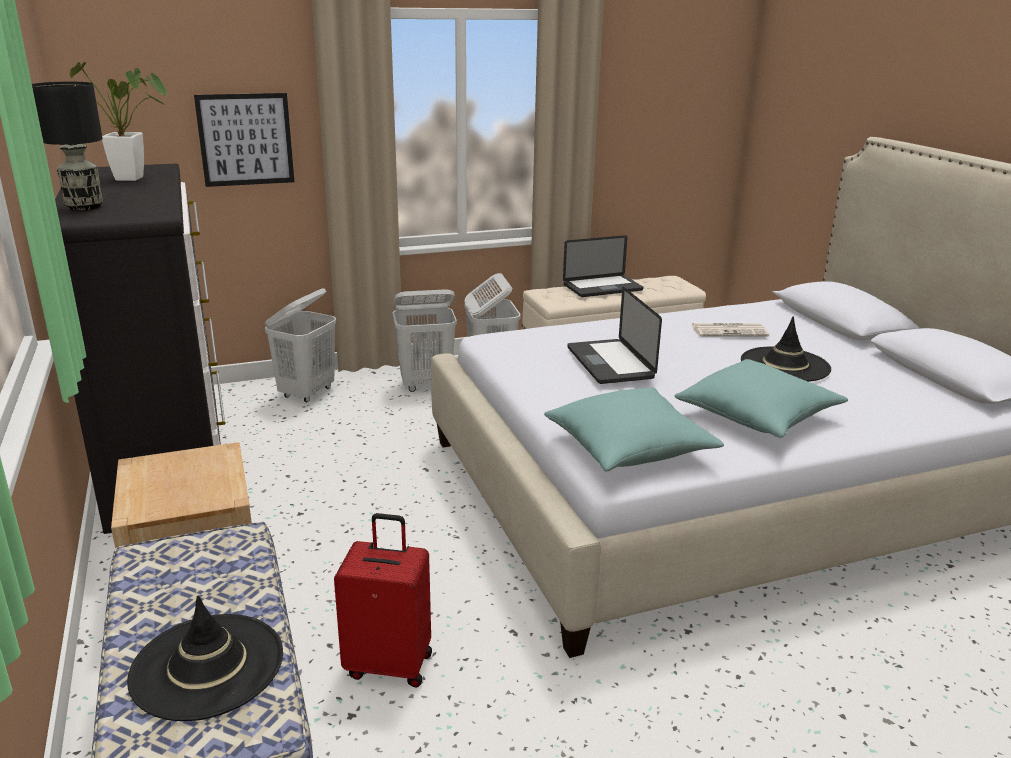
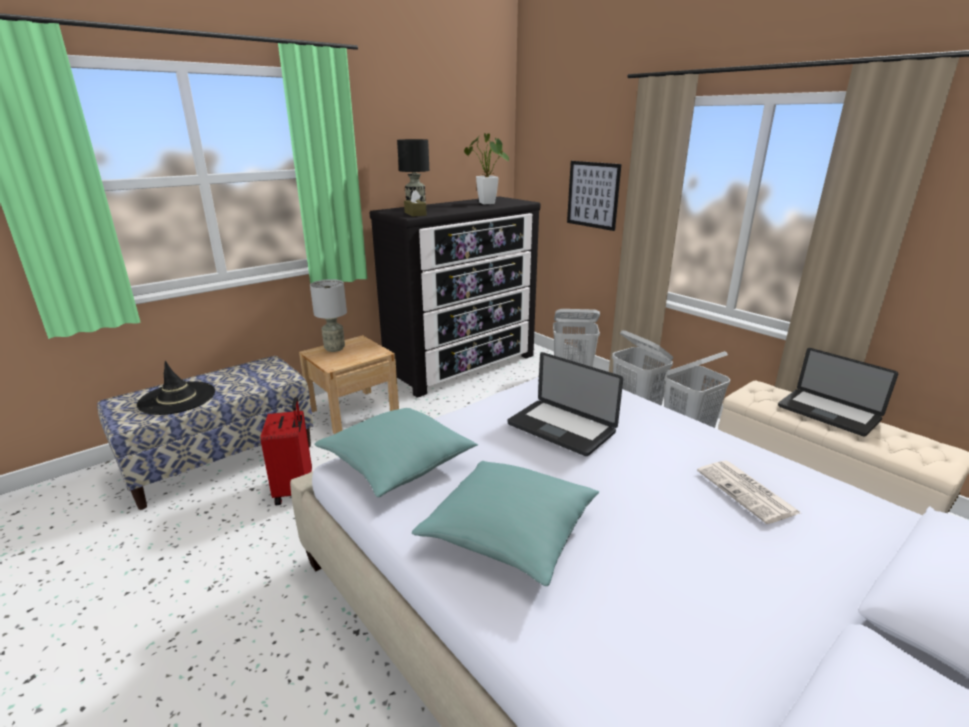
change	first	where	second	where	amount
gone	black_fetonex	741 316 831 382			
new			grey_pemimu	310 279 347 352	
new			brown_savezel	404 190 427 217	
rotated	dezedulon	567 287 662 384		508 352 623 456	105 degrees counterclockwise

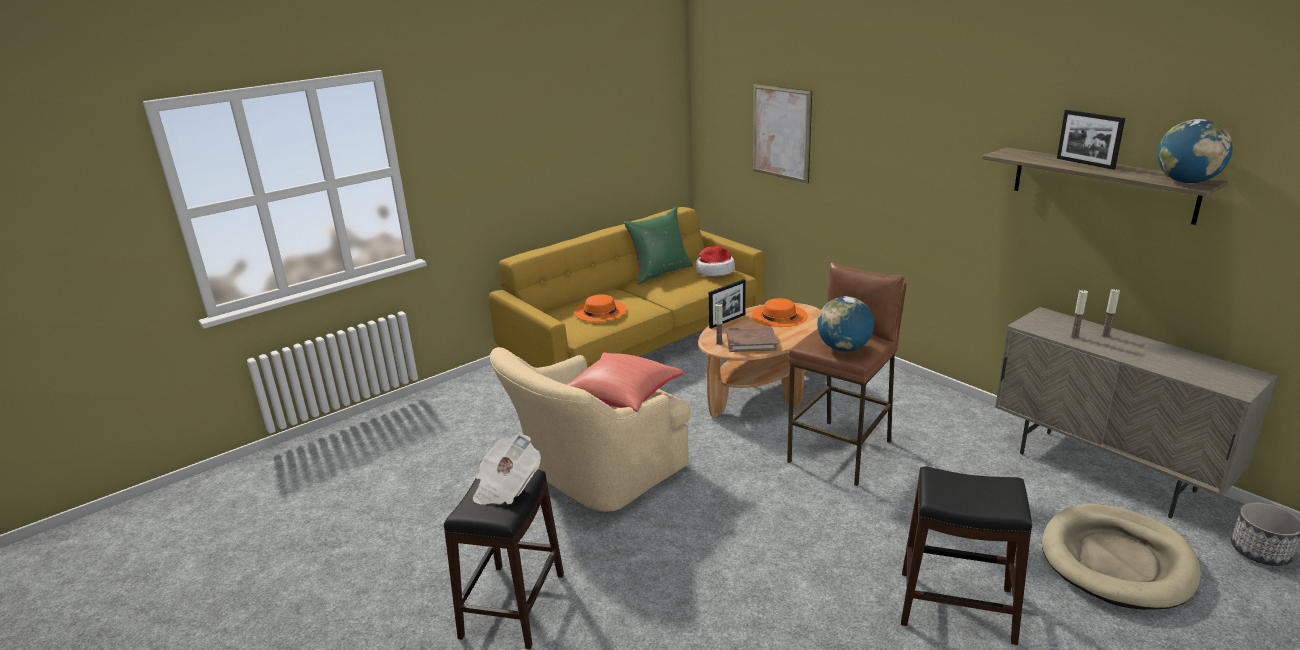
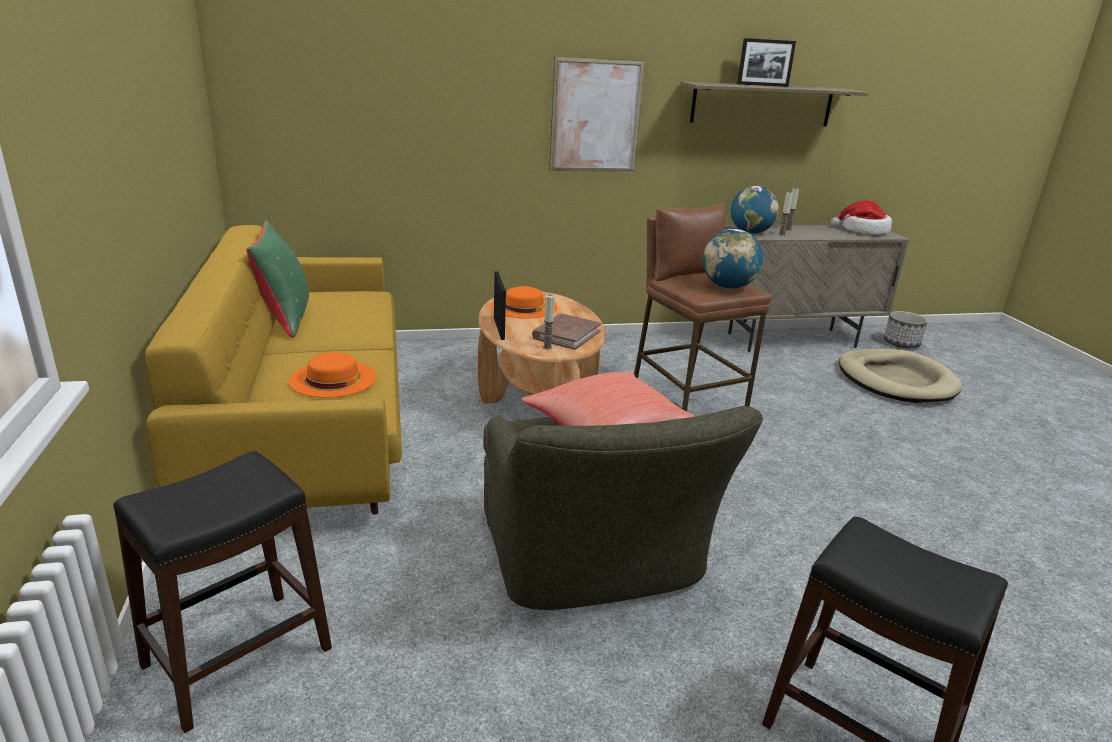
change	first	where	second	where	amount
gone	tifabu	472 434 541 505			
shifted	fetonex	696 246 735 276		831 200 892 235	
shifted	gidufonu	753 84 812 183		549 56 645 172	
shifted	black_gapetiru	901 467 1032 645		113 451 332 733	
shifted	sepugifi	1157 119 1233 183		731 186 779 234	
repainted	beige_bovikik	490 347 690 512	green_bovikik	483 401 763 610	

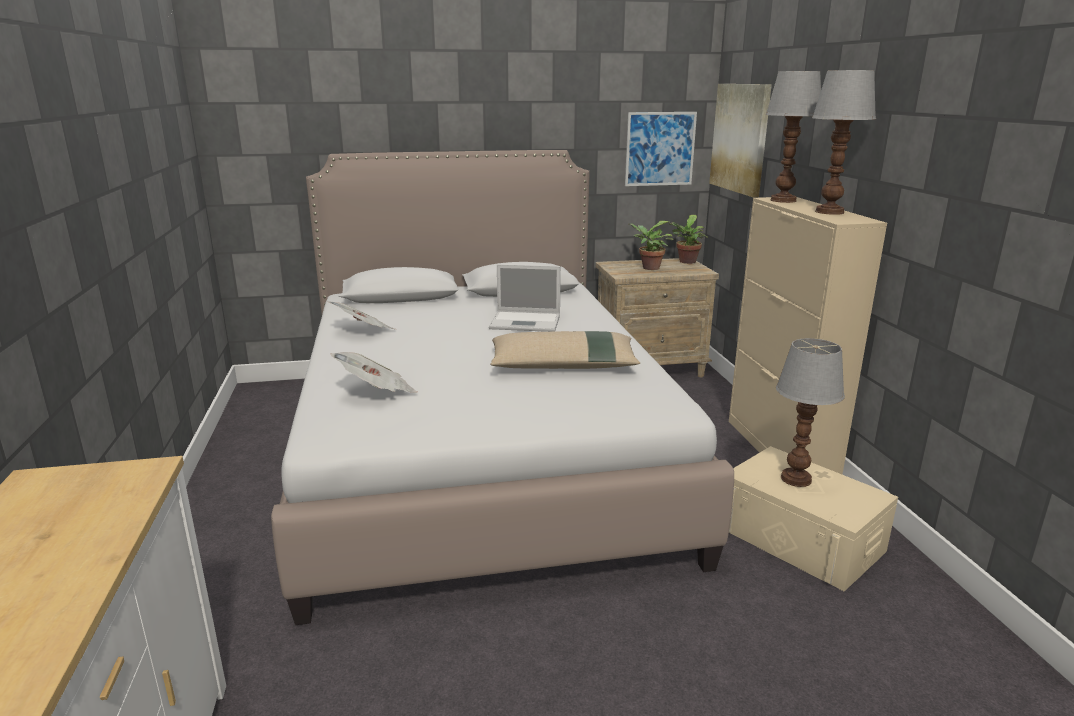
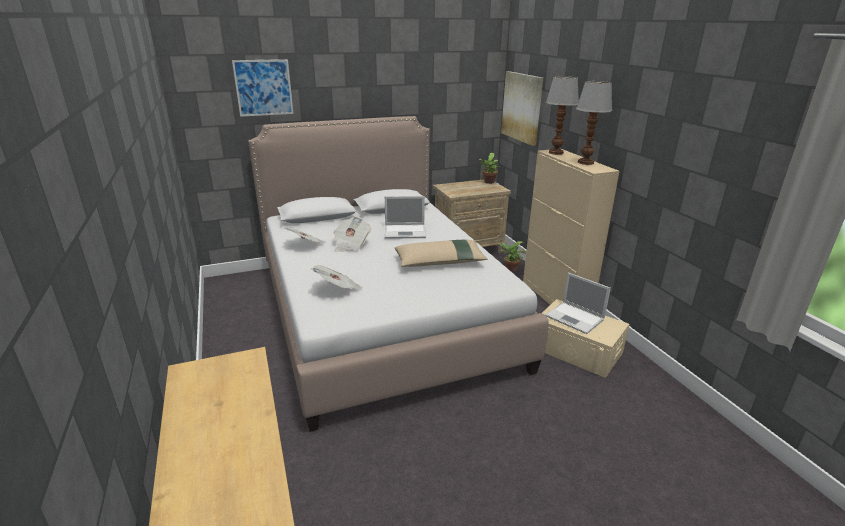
change	first	where	second	where	amount
new			tifabu	333 217 371 252	
shifted	gidufonu	625 112 697 186		232 59 293 117	
shifted	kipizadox	629 221 673 270		498 241 526 272	
swapped	pemimu	776 338 845 487	dezedulon	545 272 611 334	

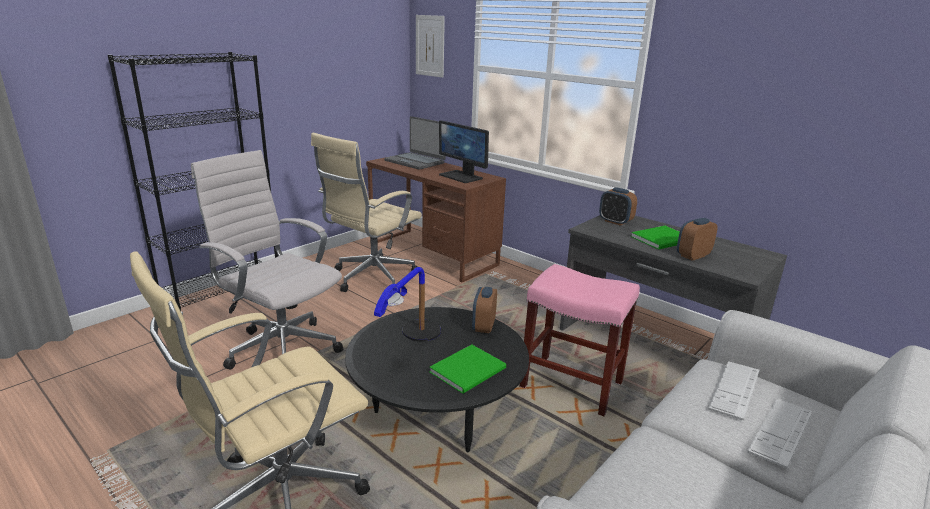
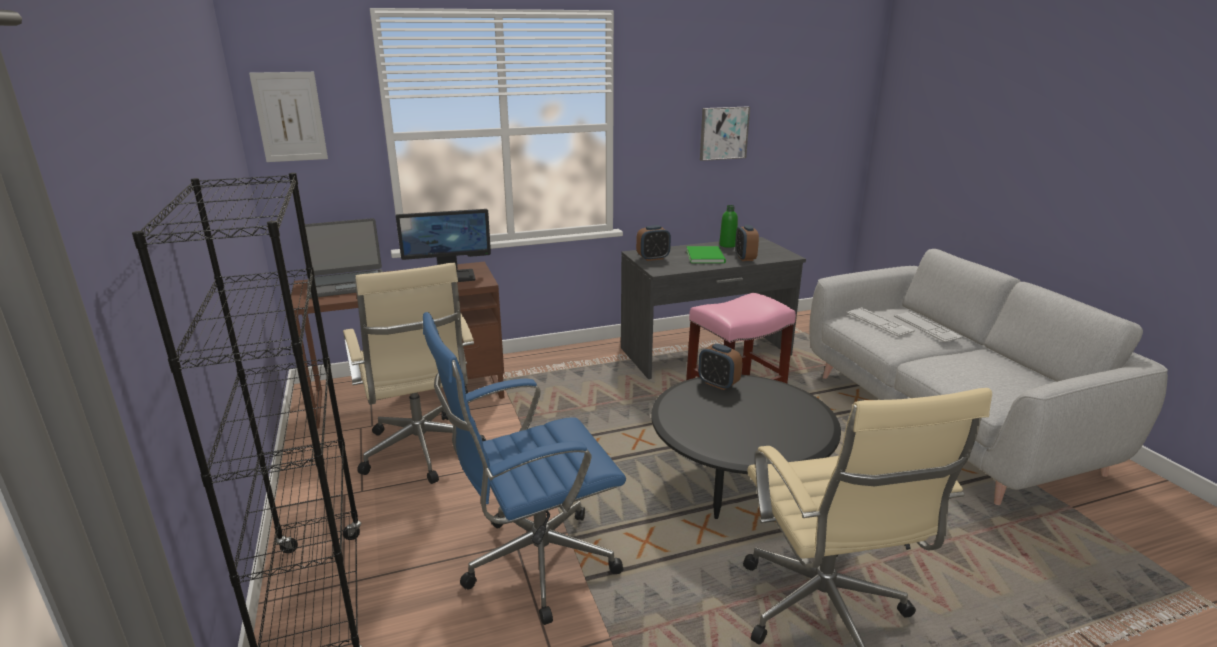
change	first	where	second	where	amount
gone	pemimu	374 267 441 341			
gone	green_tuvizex	429 345 506 394			
new			gidufonu	700 106 750 161	
new			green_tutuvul	719 205 738 248	
repainted	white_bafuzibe	191 150 343 369	blue_bafuzibe	423 312 626 625	

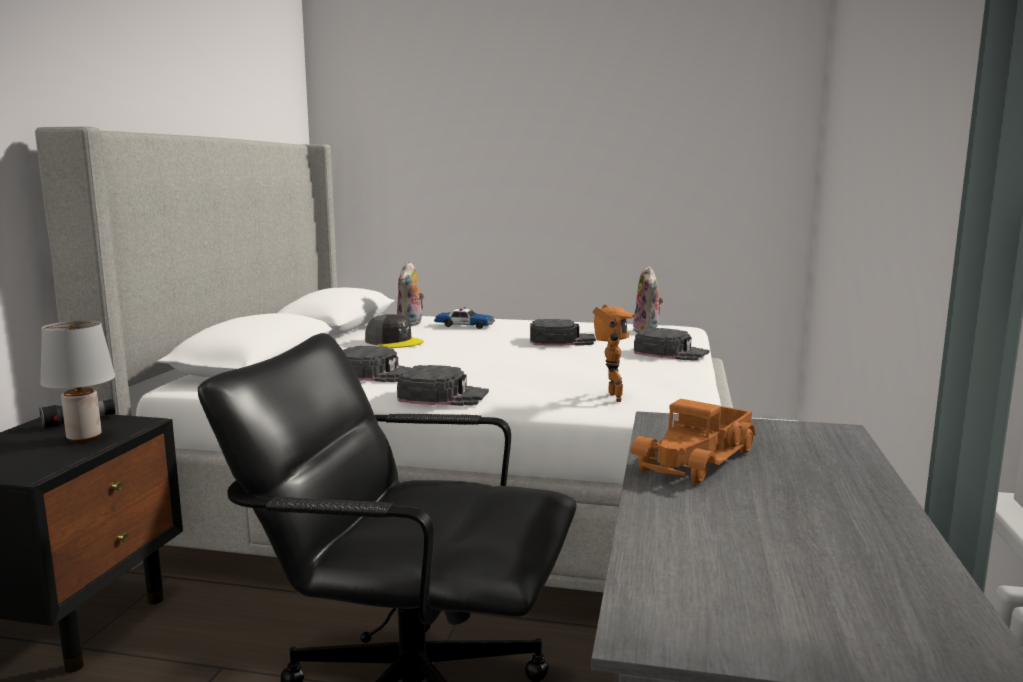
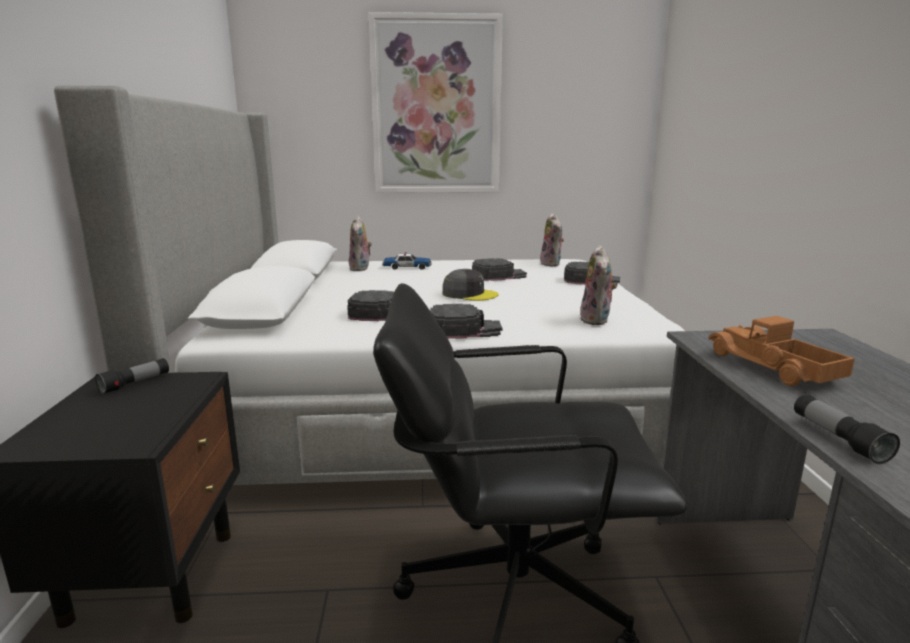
change	first	where	second	where	amount
gone	grey_pemimu	41 320 115 443			
new			gidufonu	369 12 503 193	
new			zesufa	794 394 900 464	
shifted	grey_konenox	365 314 424 348		443 269 499 301	
swapped	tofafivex	593 304 634 402	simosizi	580 245 617 325	
rotated	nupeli	631 399 757 484		708 316 855 386	135 degrees clockwise

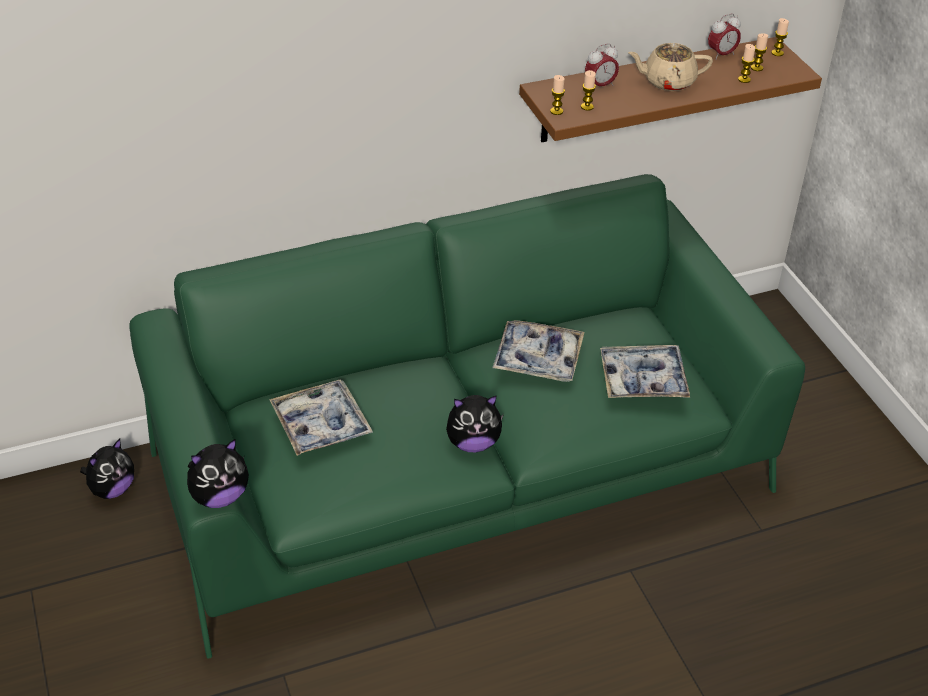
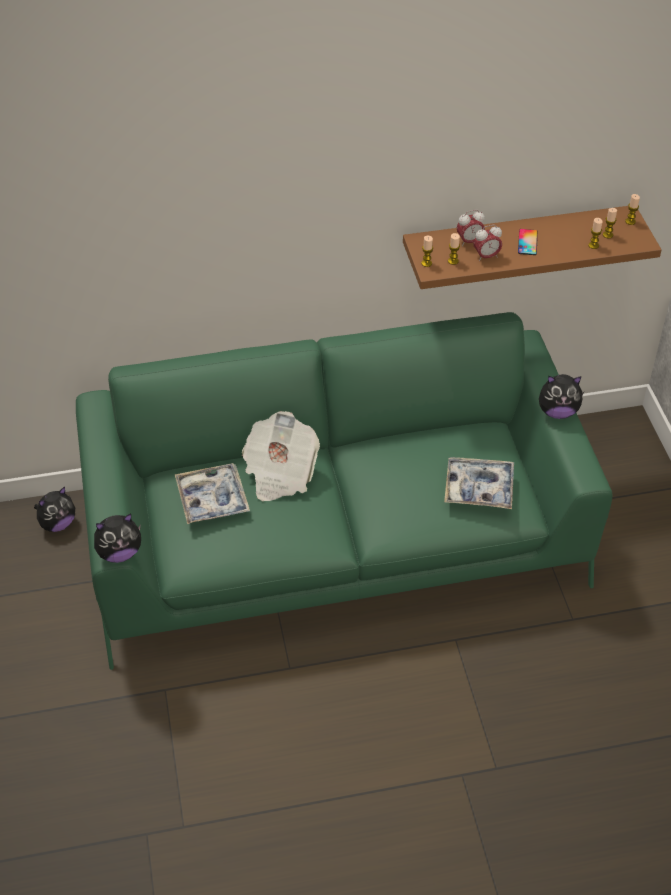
change	first	where	second	where	amount
gone	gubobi	492 320 585 382			
new			tifabu	242 411 320 501	
shifted	simosizi	446 395 504 452		539 374 584 419	
shifted	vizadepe	708 14 741 60		473 225 502 262	
swapped	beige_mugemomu	628 43 713 91	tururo	518 229 538 255	

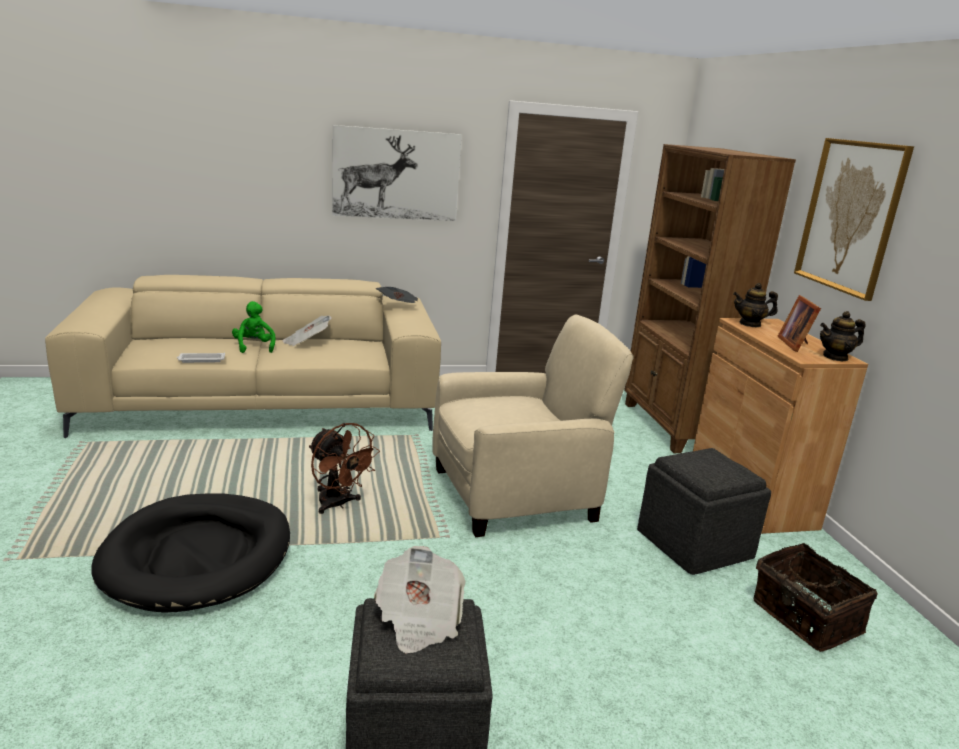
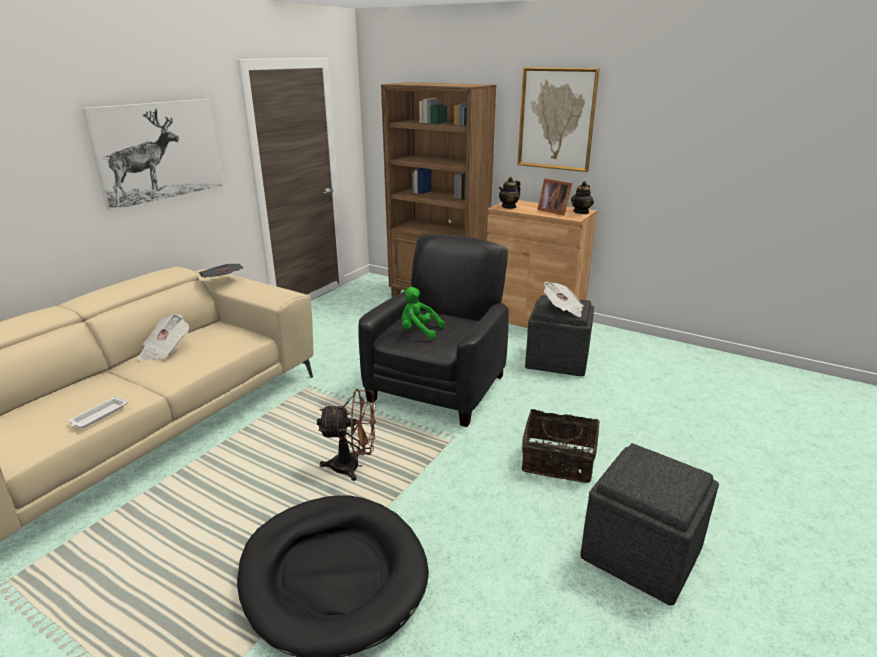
change	first	where	second	where	amount
shifted	green_simosizi	232 301 276 353		402 287 445 339	
shifted	tifabu	374 546 465 654		544 282 584 317	
shifted	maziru	753 543 878 652		522 409 600 483	
repainted	beige_bovikik	432 314 634 537	black_bovikik	358 234 509 427	

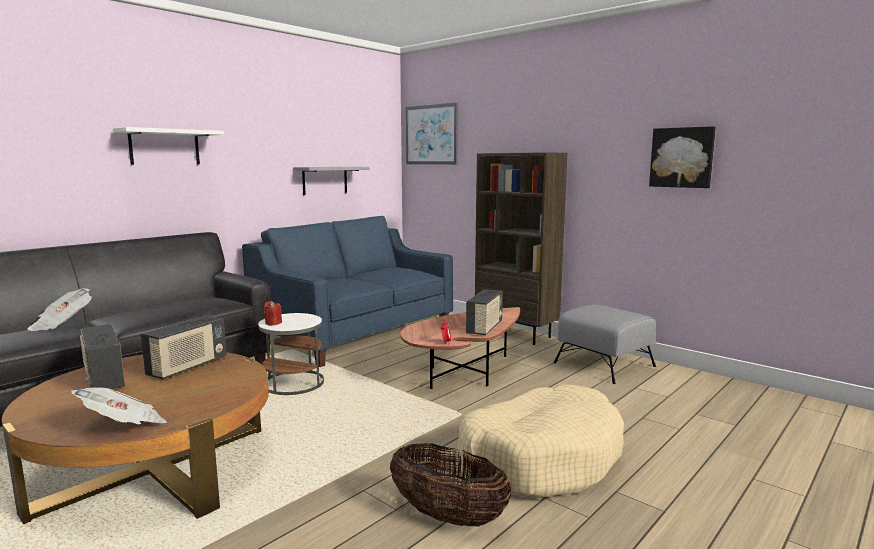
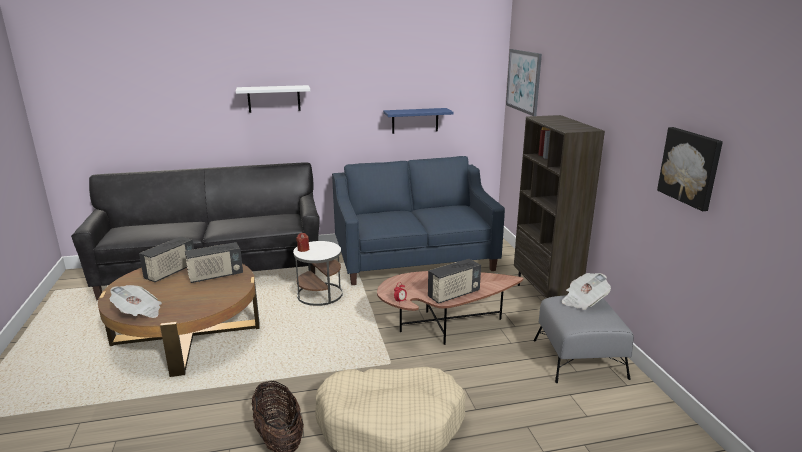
change	first	where	second	where	amount
shifted	tifabu	27 288 92 331		562 273 611 310	
repainted	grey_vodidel	293 167 370 195	blue_vodidel	383 108 453 134	
rotated	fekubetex	80 324 125 389		139 237 194 282	150 degrees counterclockwise

